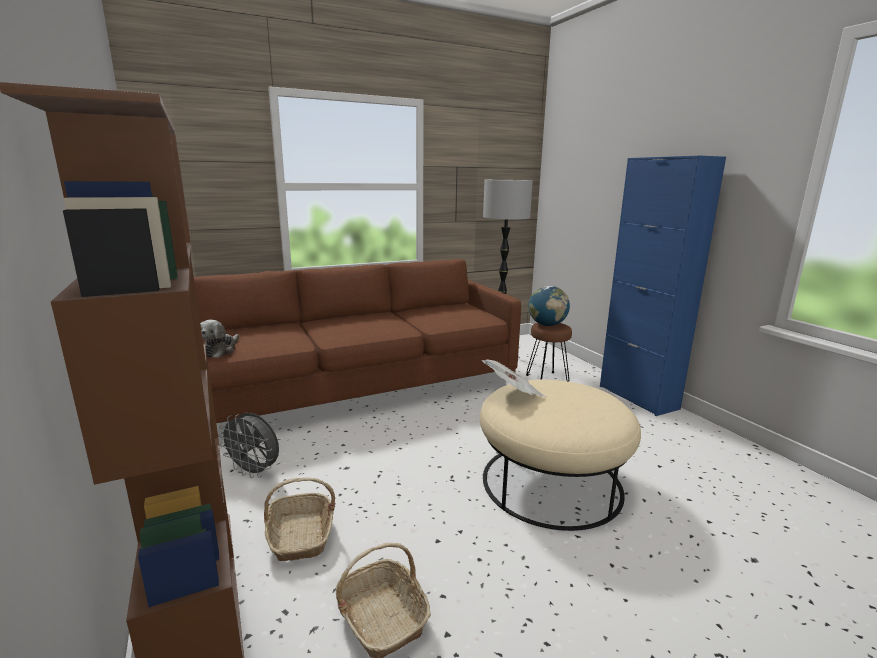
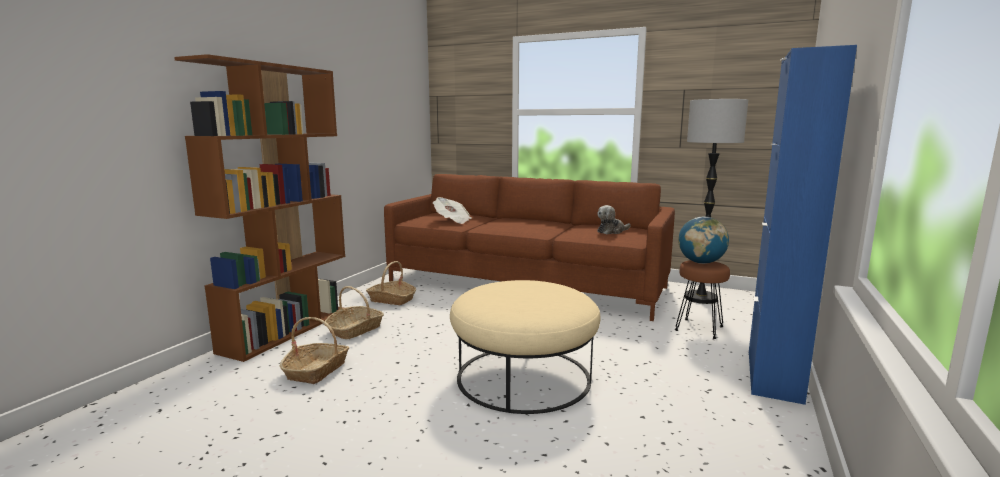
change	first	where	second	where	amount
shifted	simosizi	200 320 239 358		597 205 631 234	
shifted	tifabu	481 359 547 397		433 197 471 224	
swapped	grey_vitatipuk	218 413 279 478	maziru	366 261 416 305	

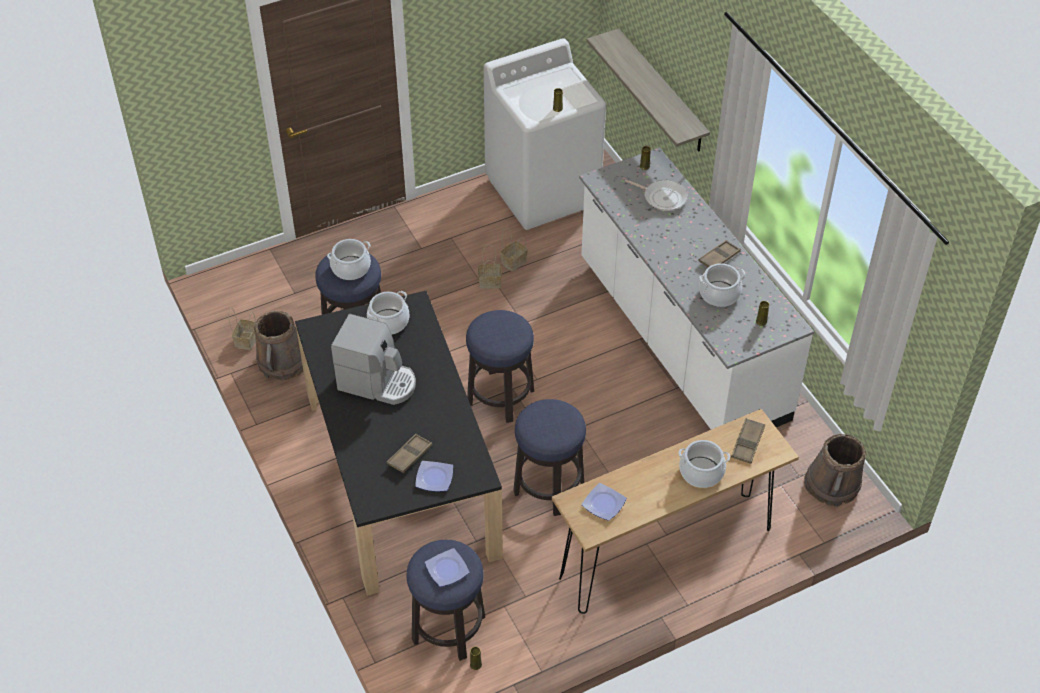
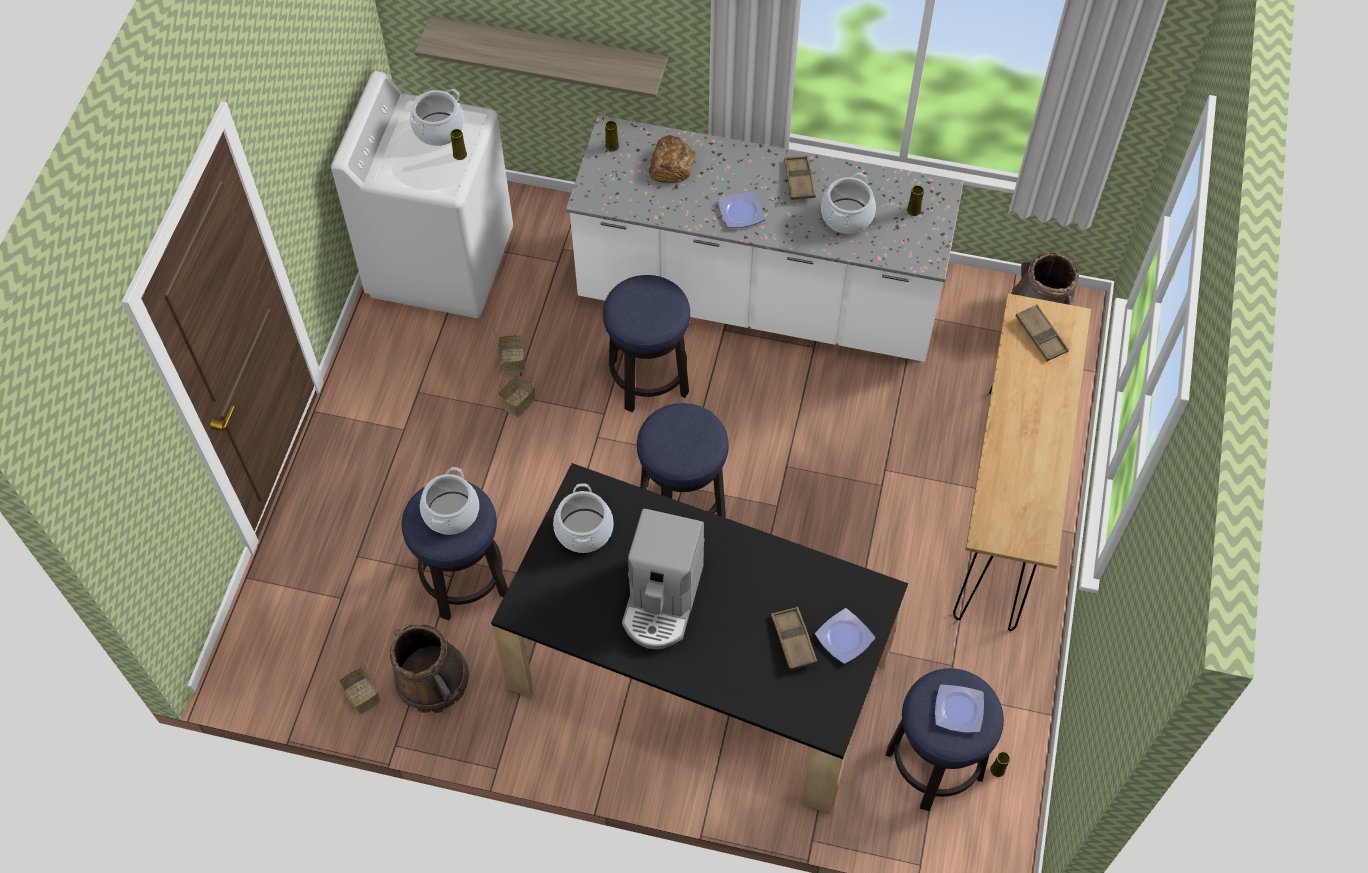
change	first	where	second	where	amount
shifted	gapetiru	513 399 586 516		603 275 690 413	
shifted	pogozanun	582 483 627 521		718 191 765 228	
shifted	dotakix	679 440 730 488		409 89 464 146	
swapped	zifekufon	625 179 688 211	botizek	649 135 696 183	
rotated	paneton	331 314 416 405		622 508 705 649	135 degrees clockwise

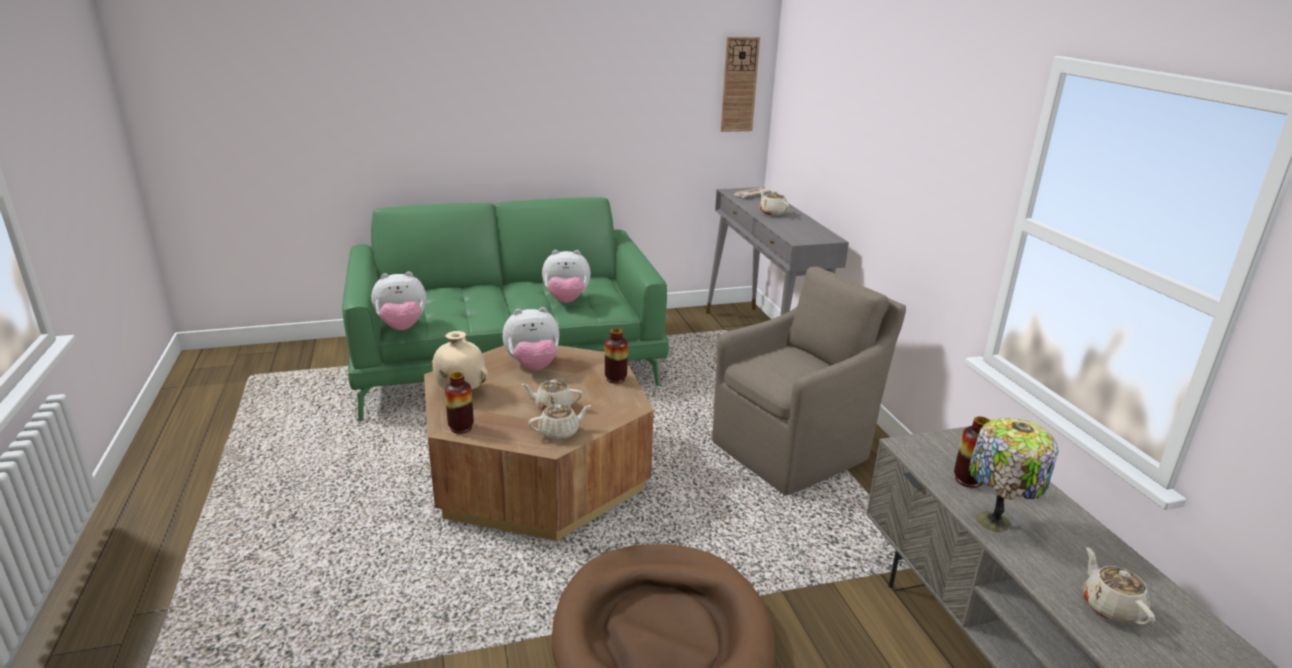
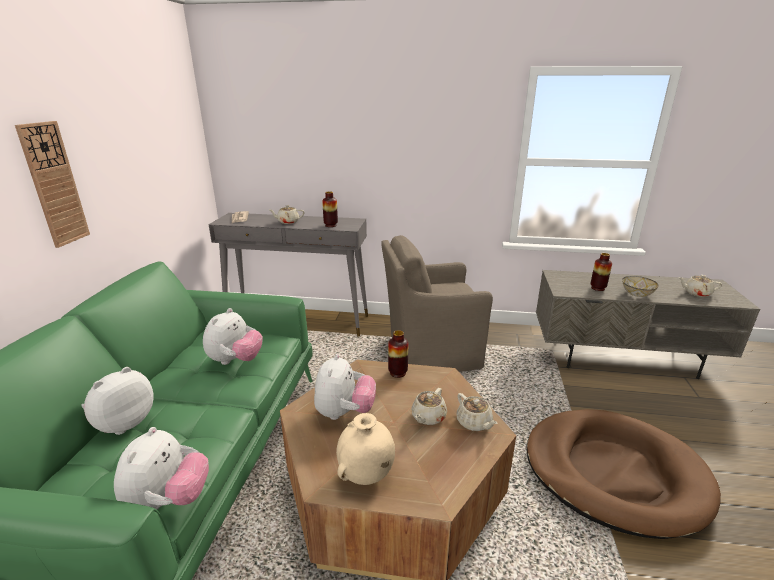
change	first	where	second	where	amount
new			simosizi	81 367 153 435	
shifted	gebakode	445 372 474 434		322 191 338 227	
shifted	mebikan	721 37 760 132		15 121 90 248	
swapped	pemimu	969 418 1059 533	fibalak	622 276 659 297	
rotated	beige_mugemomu	529 404 591 440		456 393 498 431	150 degrees clockwise
rotated	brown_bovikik	712 267 906 495		381 235 493 372	90 degrees counterclockwise

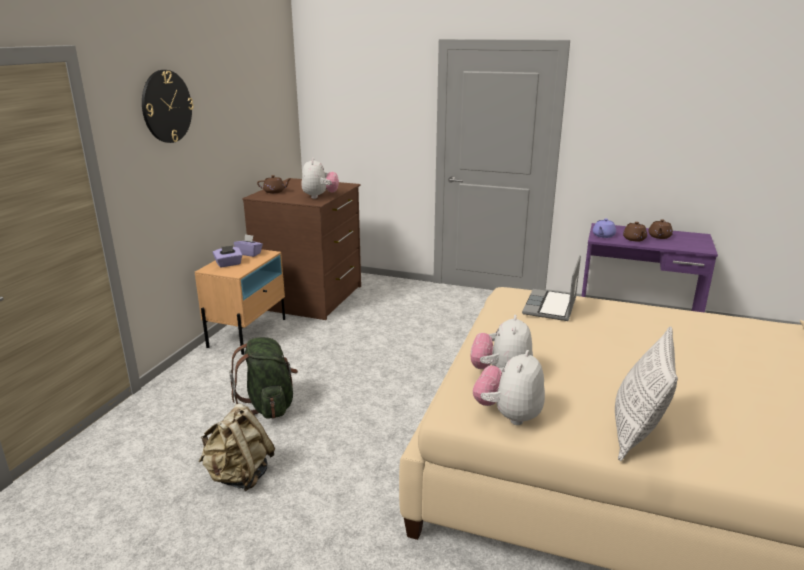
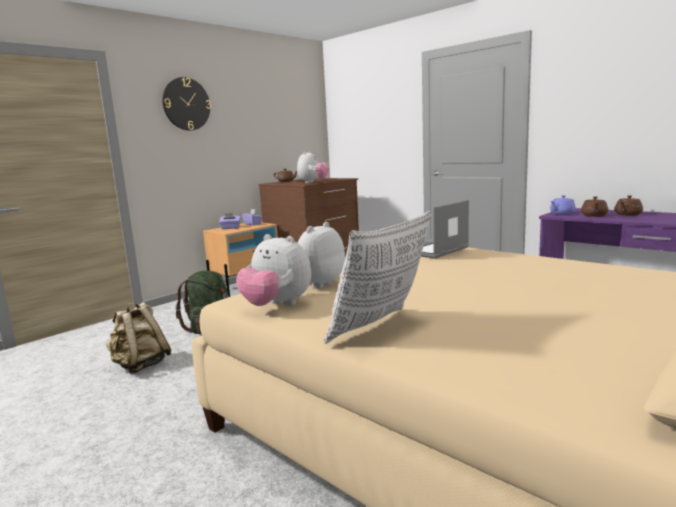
change	first	where	second	where	amount
rotated	simosizi	473 350 545 425		236 234 311 306	105 degrees counterclockwise

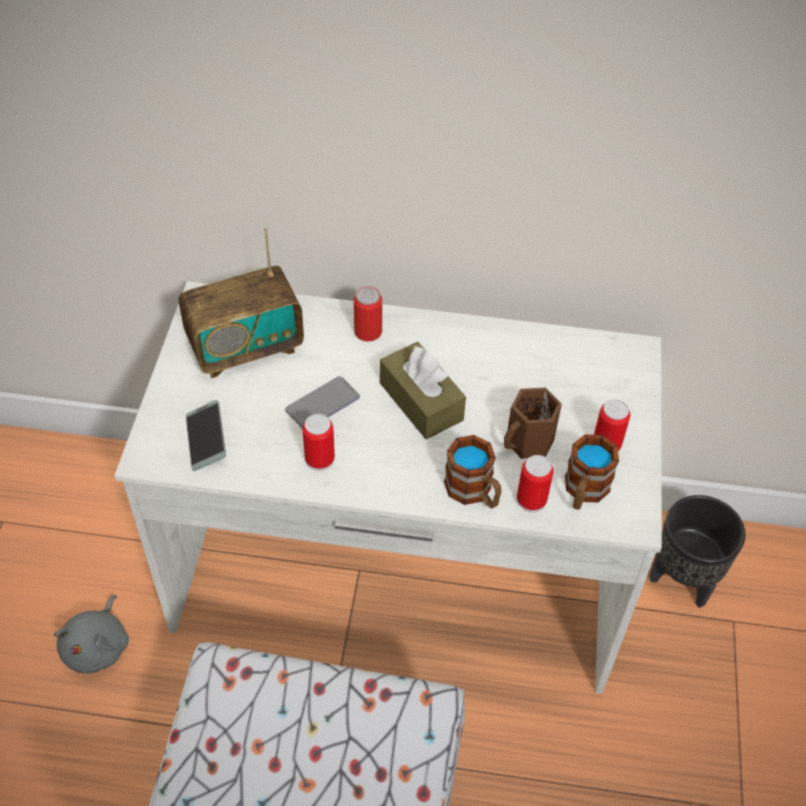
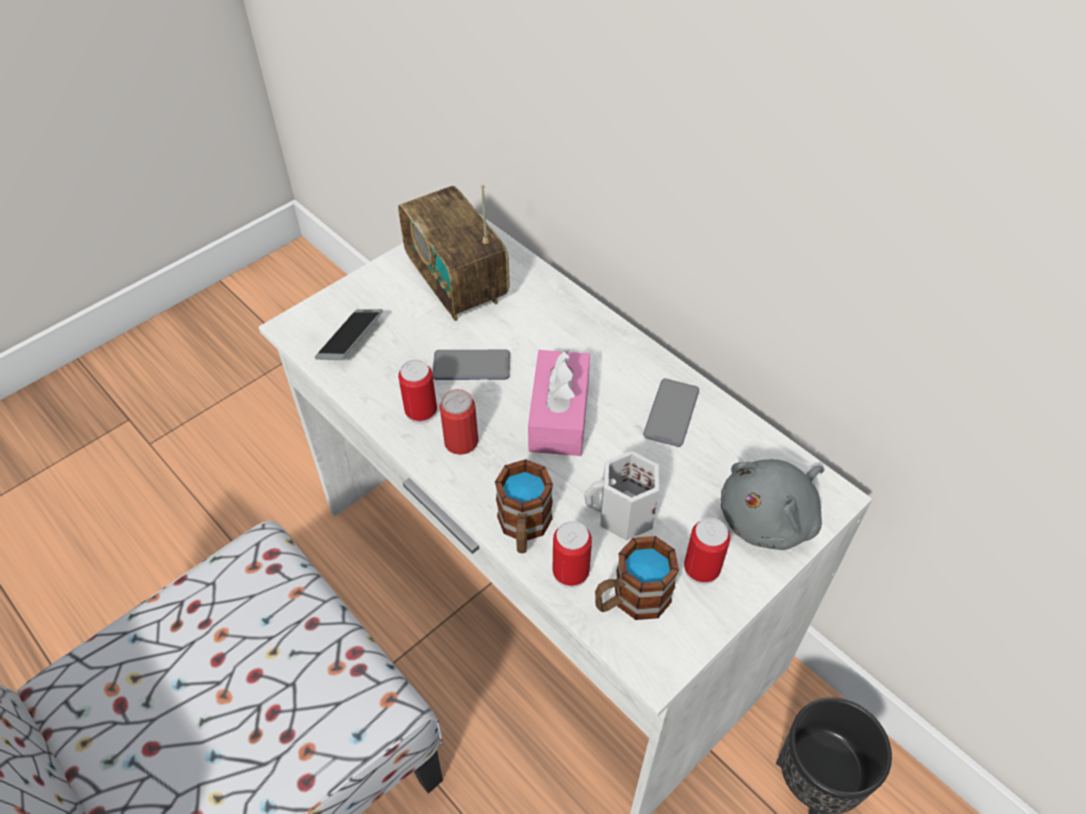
change	first	where	second	where	amount
new			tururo	643 378 699 447	
shifted	grey_simosizi	54 595 129 674		721 459 824 550	
shifted	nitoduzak	354 286 382 342		440 389 478 455	
repainted	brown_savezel	380 342 466 439	pink_savezel	528 350 590 456	
repainted	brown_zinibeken	504 388 562 459	white_zinibeken	584 451 659 541	
rotated	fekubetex	178 227 304 379		398 184 510 321	45 degrees clockwise

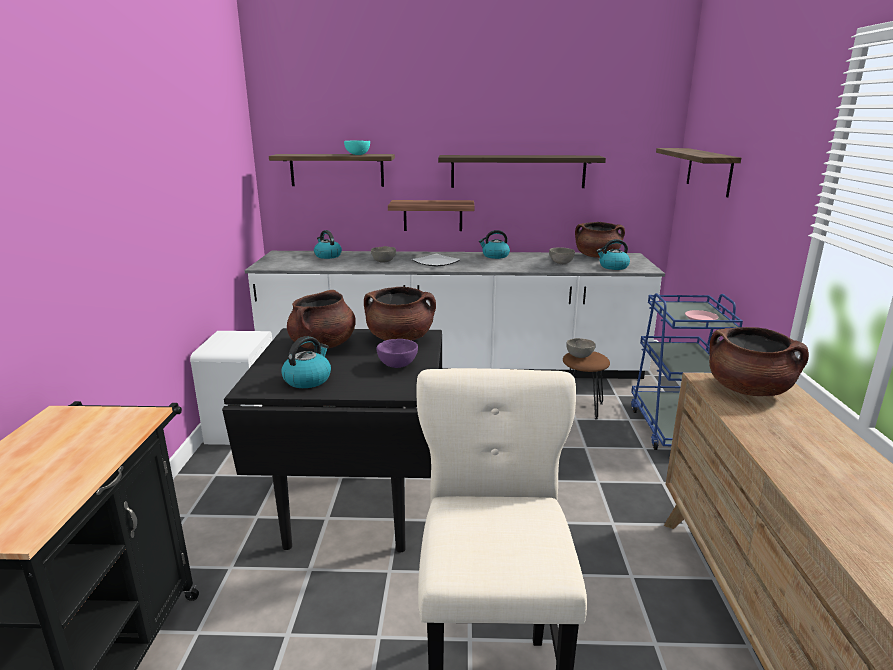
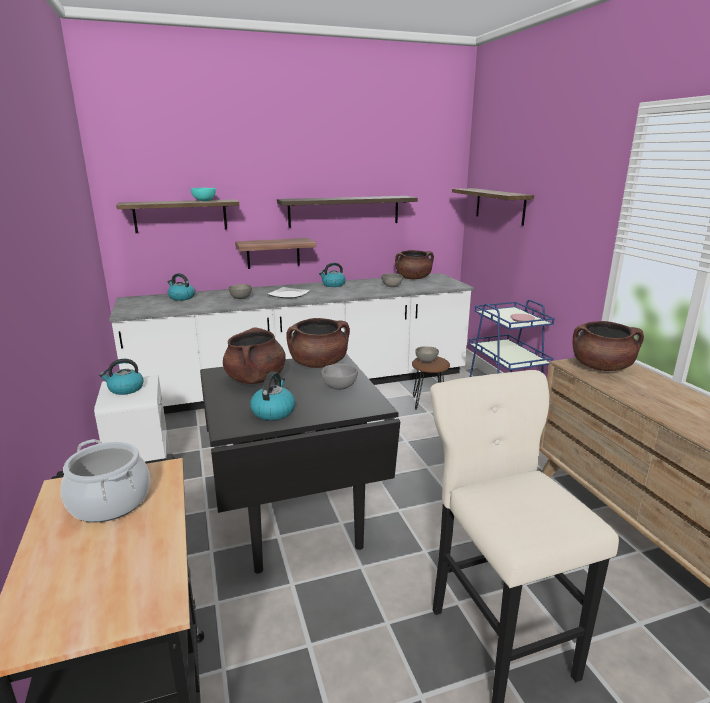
change	first	where	second	where	amount
new			dotakix	60 439 150 523	
shifted	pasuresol	597 239 630 270		99 359 144 395	
repainted	purple_fibalak	376 339 418 368	grey_fibalak	322 364 358 390	

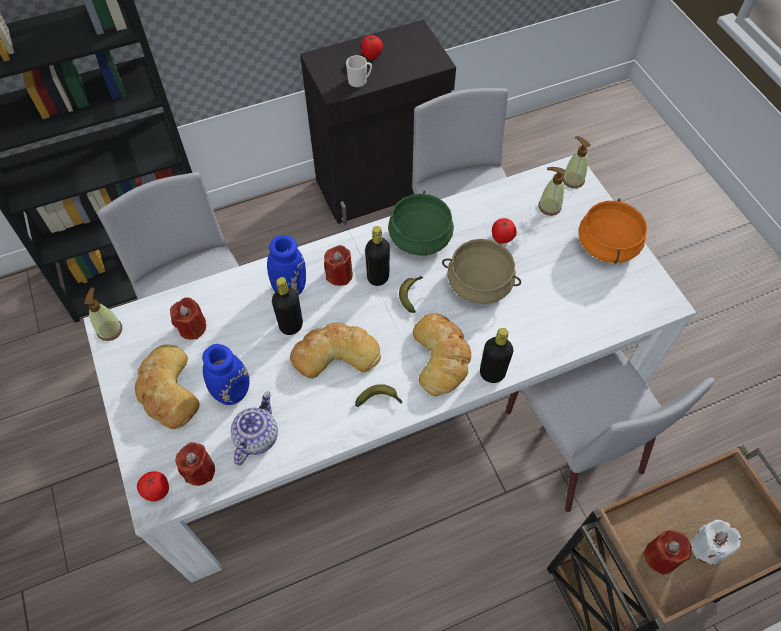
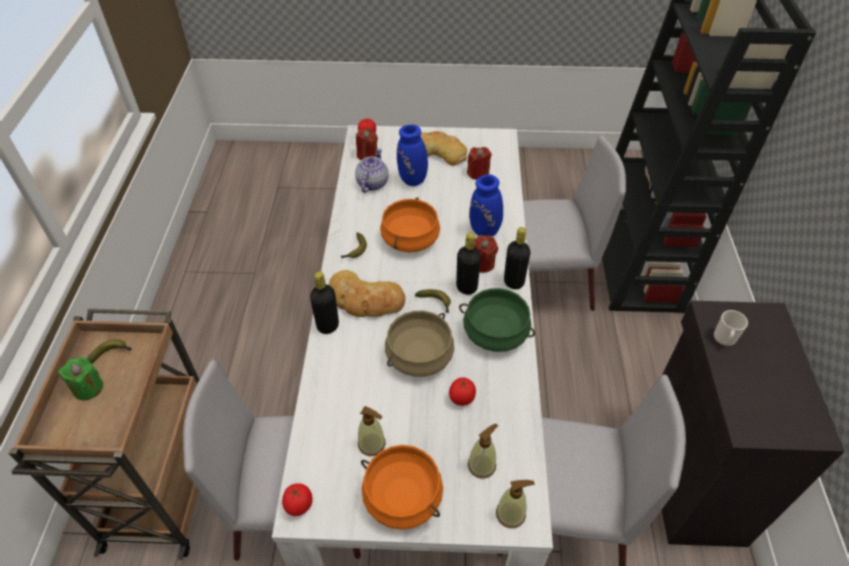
change	first	where	second	where	amount
shifted	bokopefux	84 287 122 341		358 406 386 456	
shifted	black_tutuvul	272 277 303 335		504 227 530 289	
shifted	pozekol	361 35 383 59		282 484 313 516	
swapped	botizek	290 323 381 379	orange_dotakix	380 197 440 252	
swapped	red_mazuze	643 530 692 575	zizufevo	87 339 132 364	
repainted	white_mazuze	691 520 741 564	green_mazuze	58 357 103 400	
rotated	mugemomu	231 391 278 465		355 148 388 193	120 degrees counterclockwise

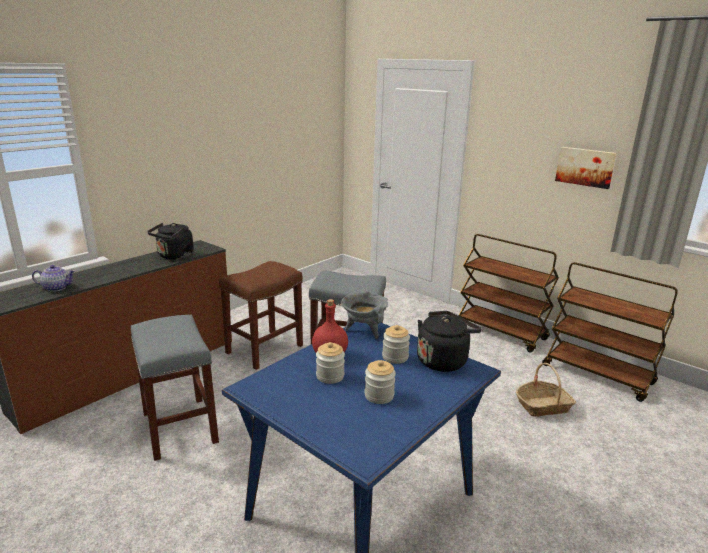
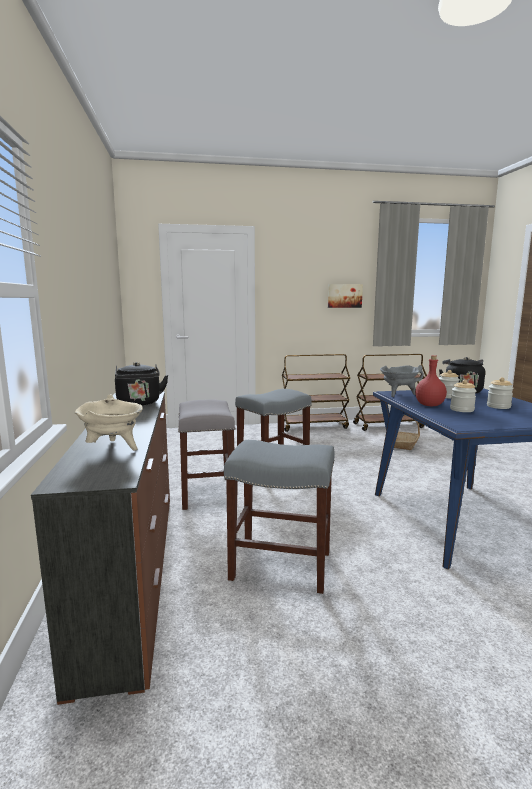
change	first	where	second	where	amount
swapped	mugemomu	32 265 75 292	beige_dotakix	74 394 143 451	
repainted	brown_gapetiru	219 261 303 370	grey_gapetiru	178 399 235 510	

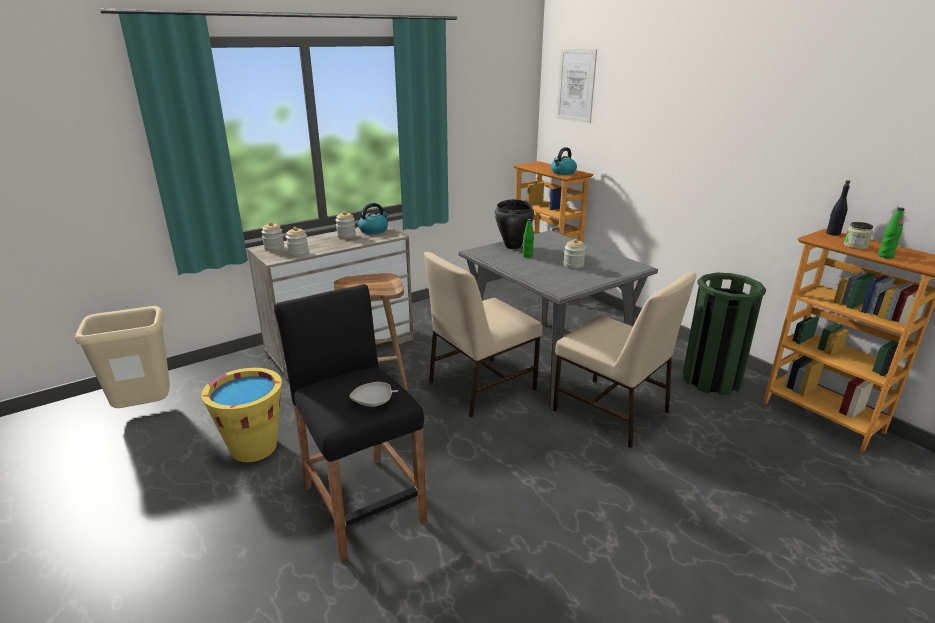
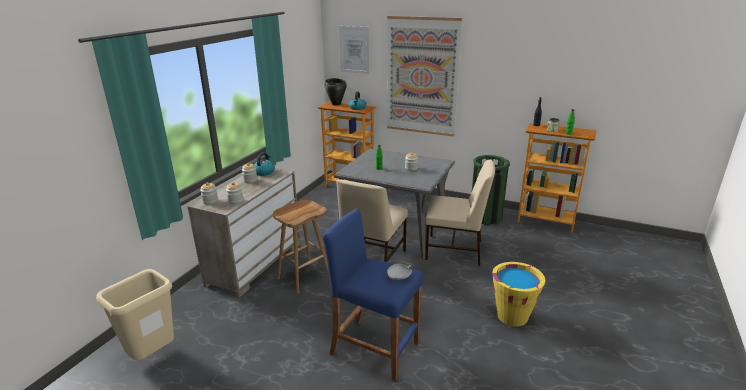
change	first	where	second	where	amount
new			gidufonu	387 16 462 137	
shifted	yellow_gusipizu	201 368 282 462		492 262 545 327	
shifted	black_dotakix	495 199 534 249		324 78 347 105	
repainted	black_gapetiru	274 284 427 562	blue_gapetiru	323 208 423 381	

